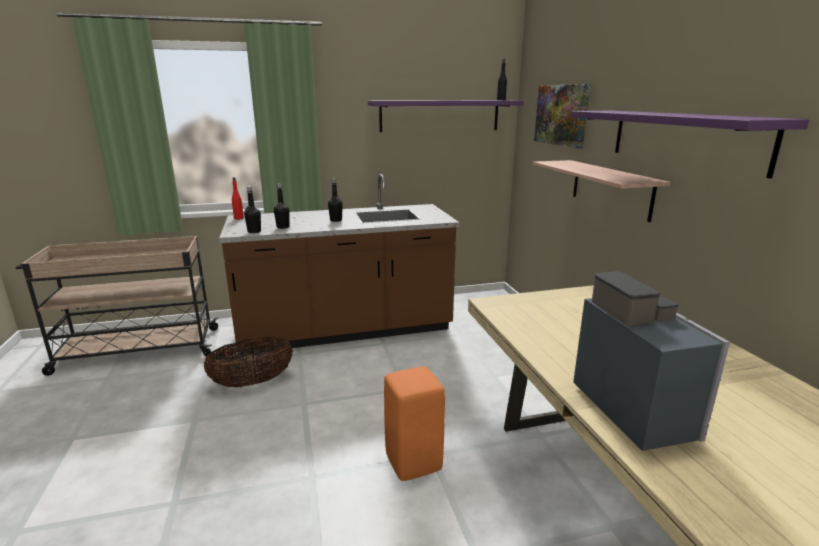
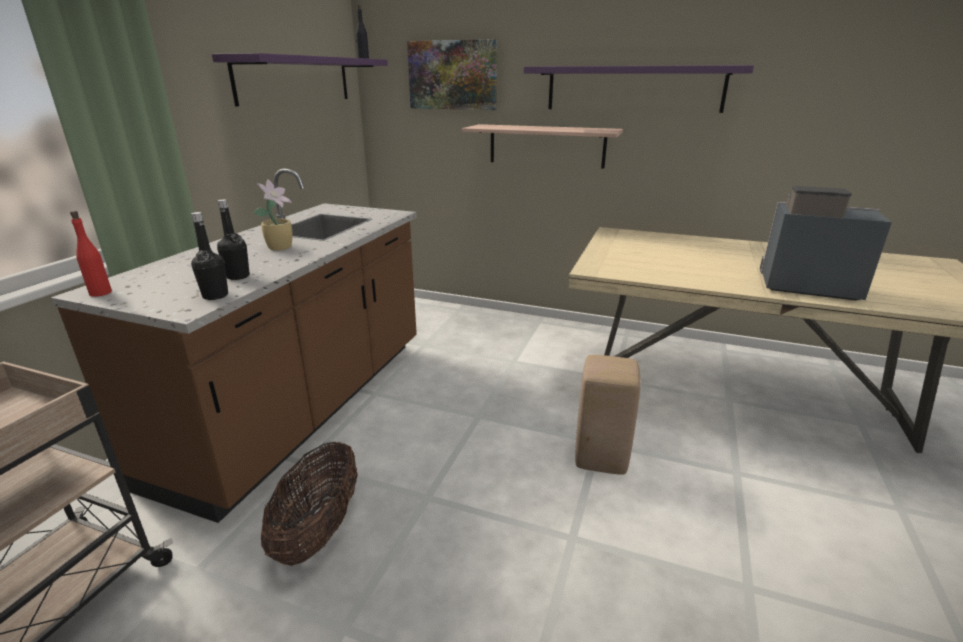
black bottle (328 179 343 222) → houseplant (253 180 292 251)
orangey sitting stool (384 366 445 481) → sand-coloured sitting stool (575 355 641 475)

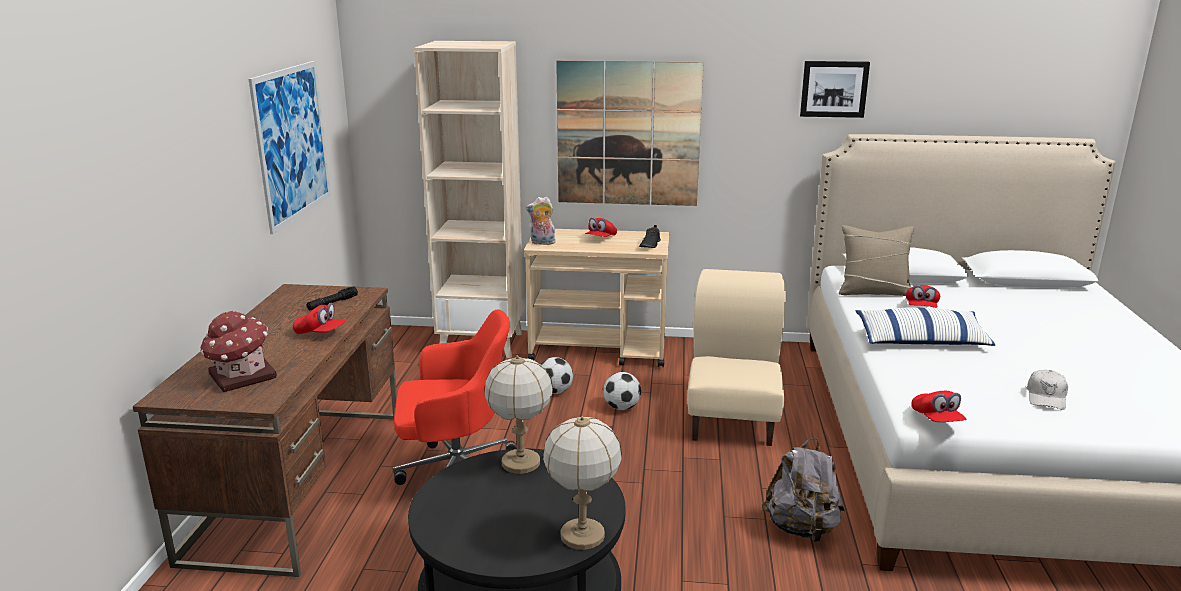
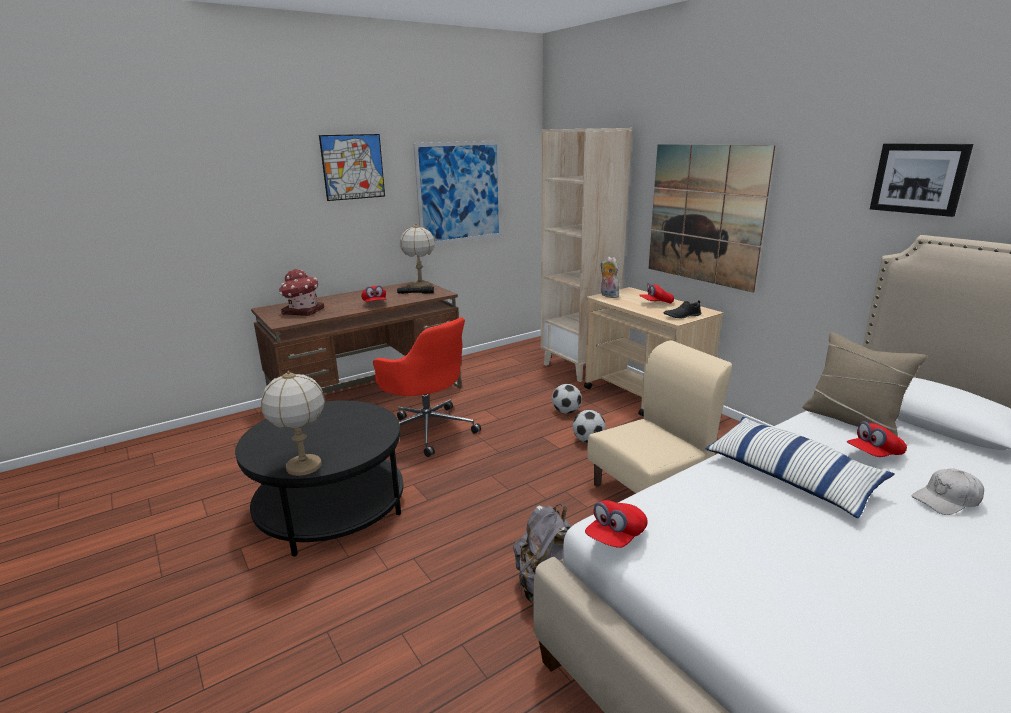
tabletop lamp (484 355 553 474) → tabletop lamp (400 224 435 288), moved
white-coloured baseball cap (1026 370 1068 410) → white-coloured baseball cap (912 469 984 515), moved
- → picture (319 134 385 201)

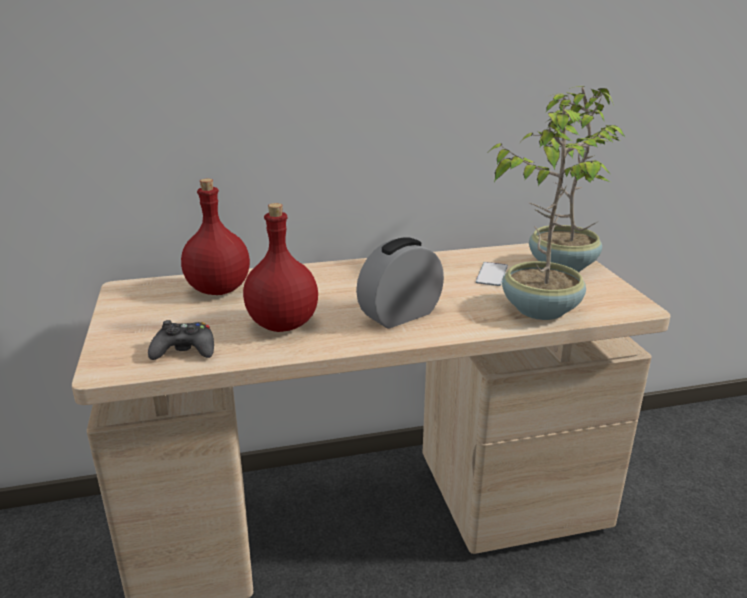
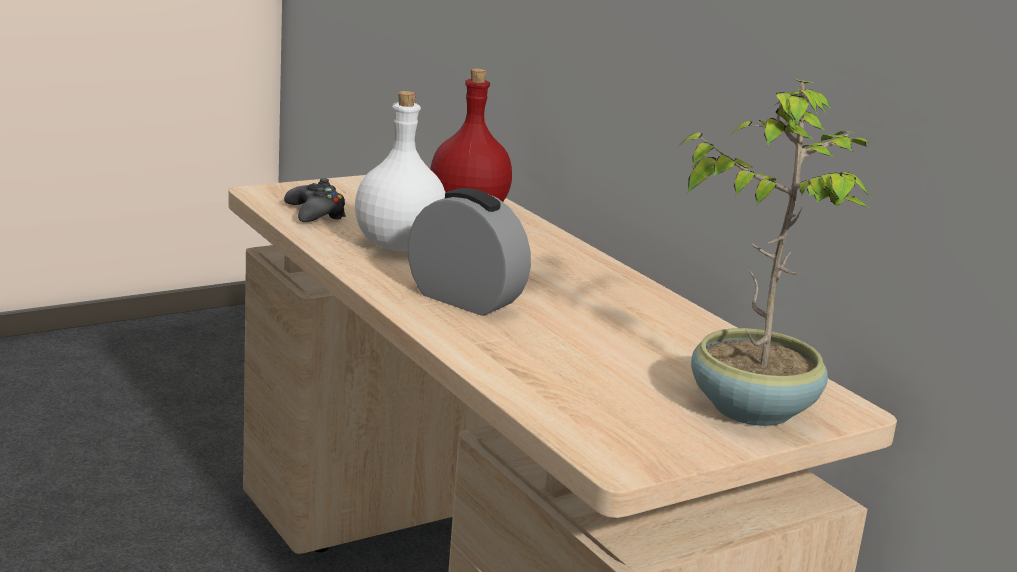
houseplant (490 104 612 320) → -
red bottle (243 203 318 332) → white-coloured bottle (355 91 445 251)
handset (476 262 508 286) → -

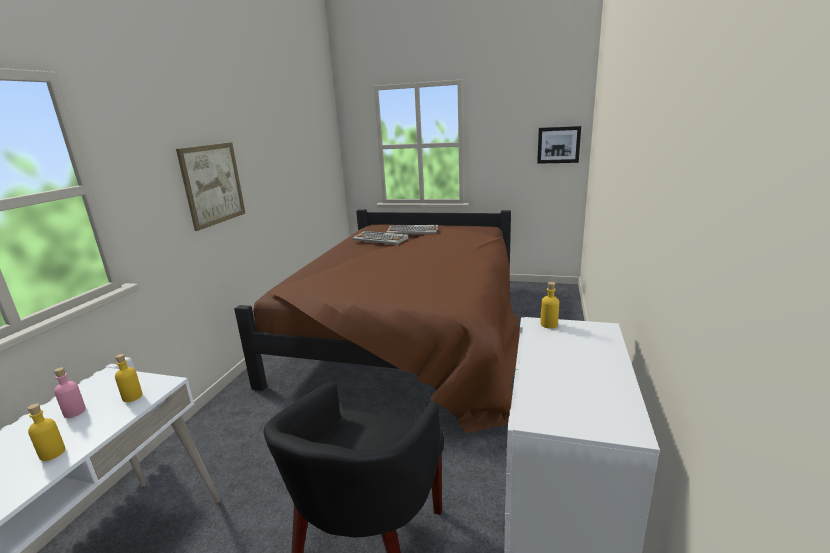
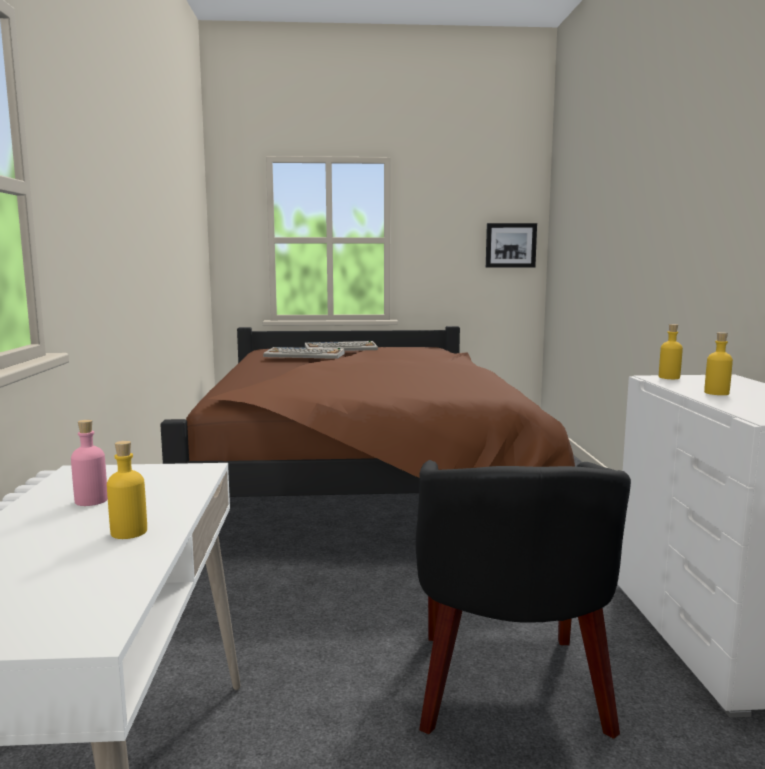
picture (176 142 245 231) → -
yellow-coloured bottle (115 354 143 402) → yellow-coloured bottle (704 332 733 395), moved

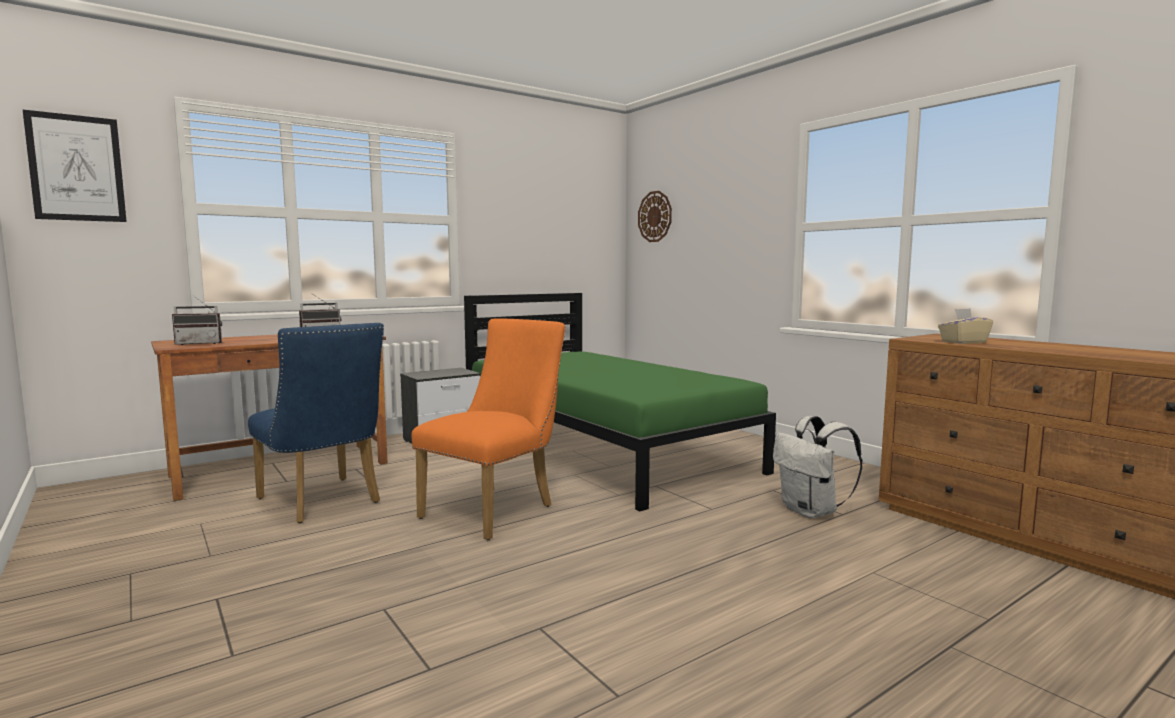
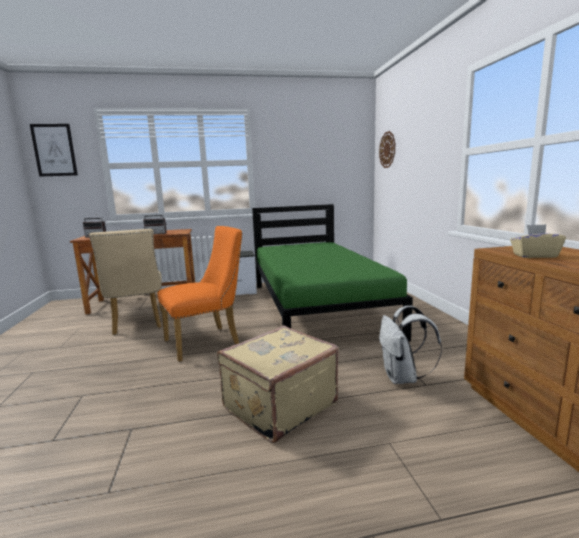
blue-coloured chair (248 323 384 523) → sand-coloured chair (89 229 162 335)
- → sand-coloured piece of luggage (217 326 339 443)

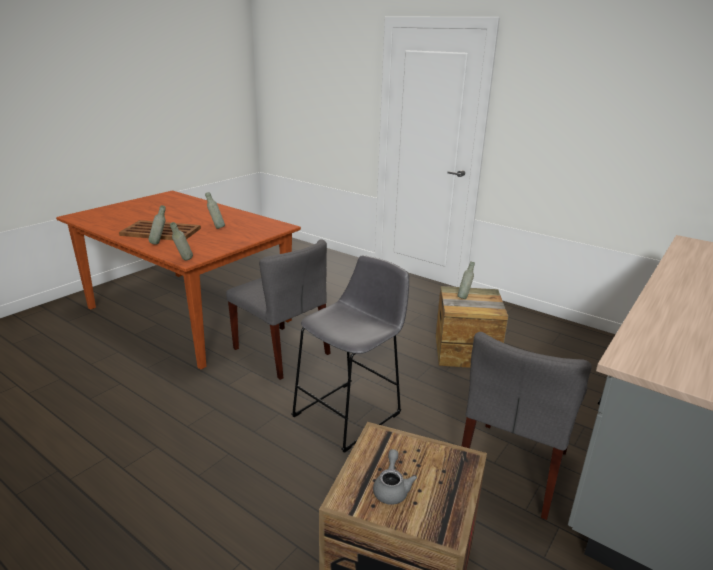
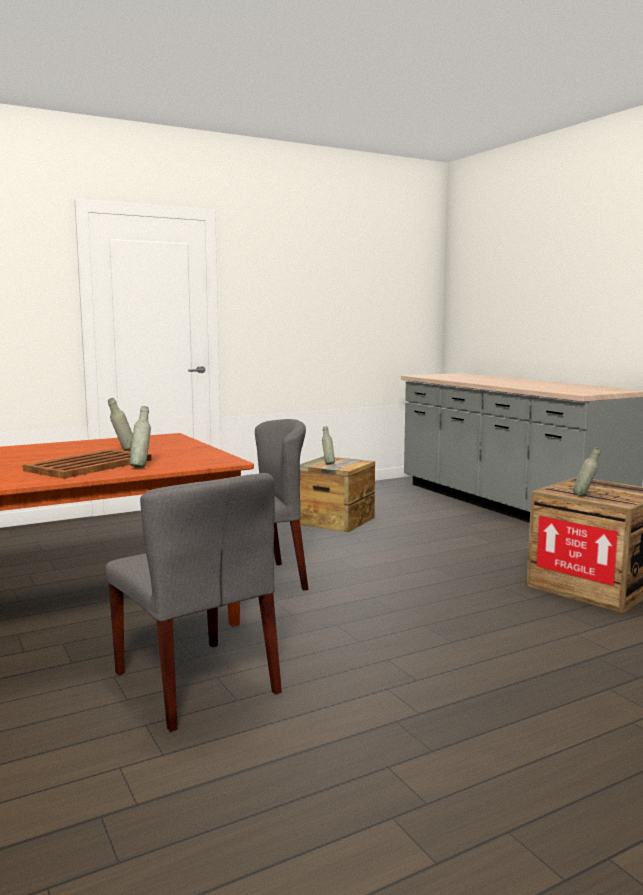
gray bottle (170 222 193 260) → gray bottle (573 447 601 496), moved
gray sitting stool (291 255 409 453) → -
gray chair (462 332 592 520) → gray chair (105 473 282 732), moved
gray tea pot (373 449 417 505) → -

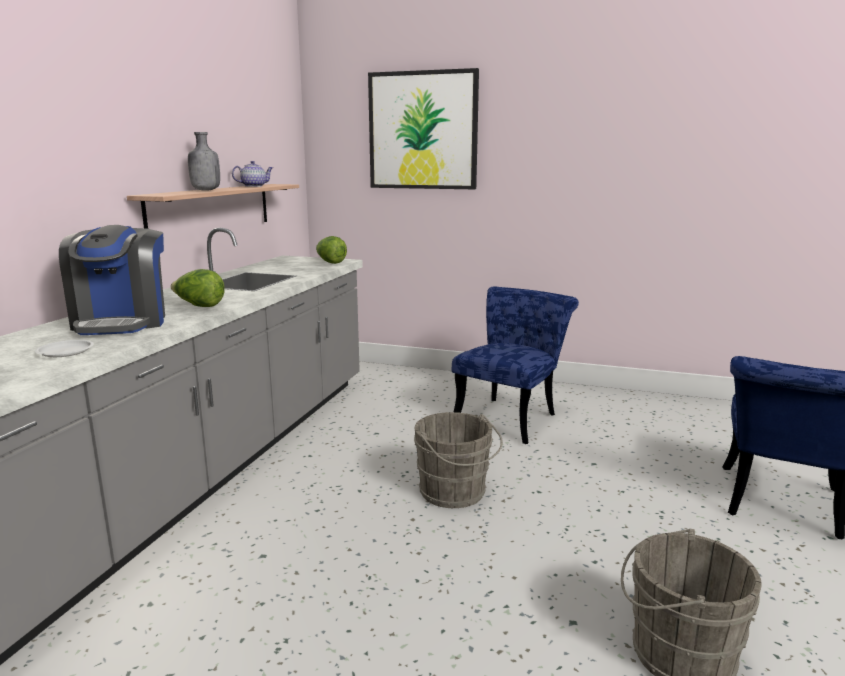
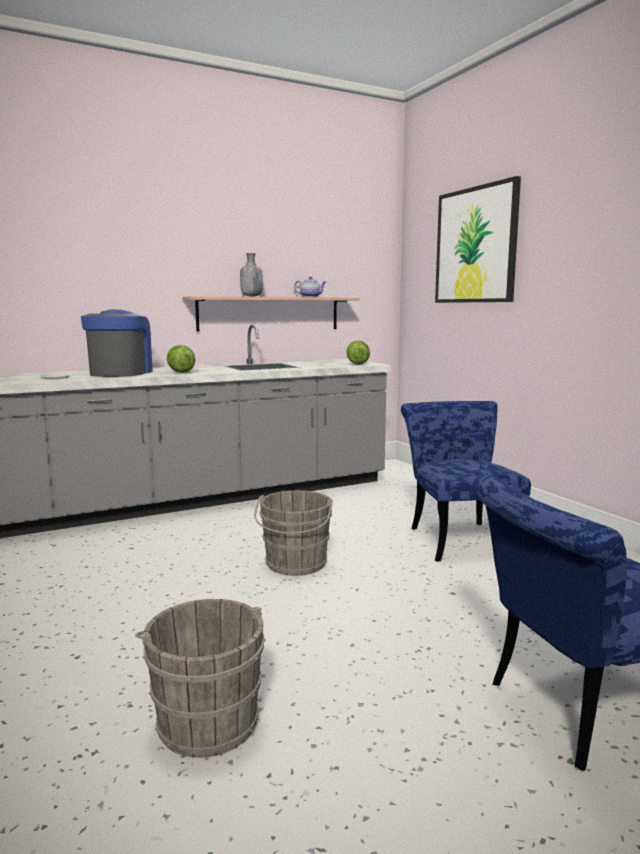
coffee maker (59 225 165 335) → coffee maker (81 309 153 377), 150 degrees clockwise
blue-coloured chair (451 286 579 444) → blue-coloured chair (401 401 531 562), 90 degrees counterclockwise

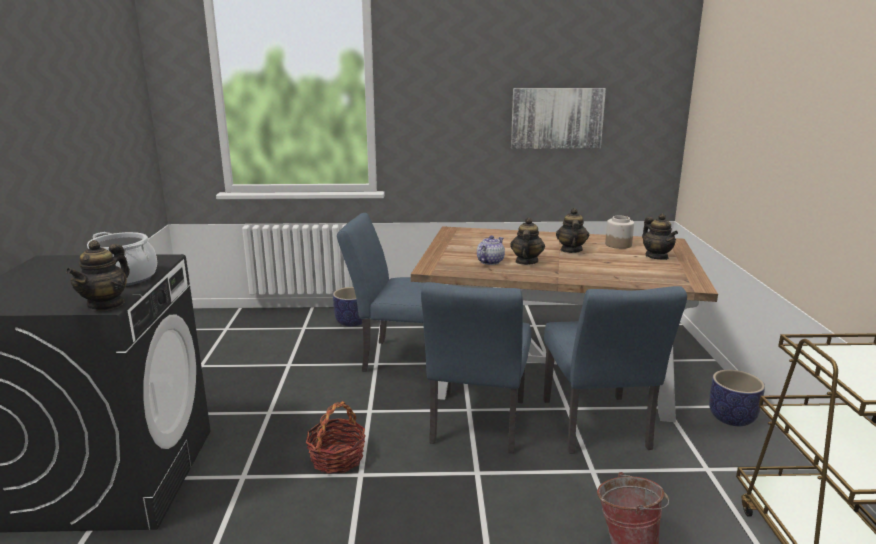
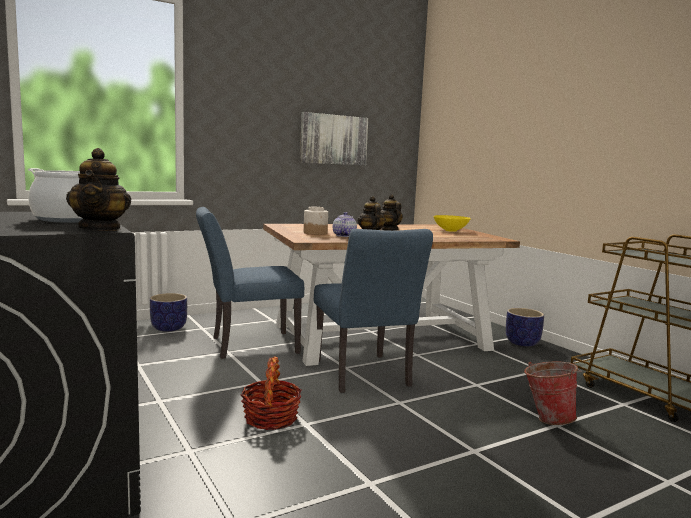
tea pot (642 214 678 260) → yellow-coloured deep dish (433 215 471 232)
storage jar (605 216 634 249) → storage jar (304 207 328 235), moved
blue-coloured chair (543 286 687 454) → -

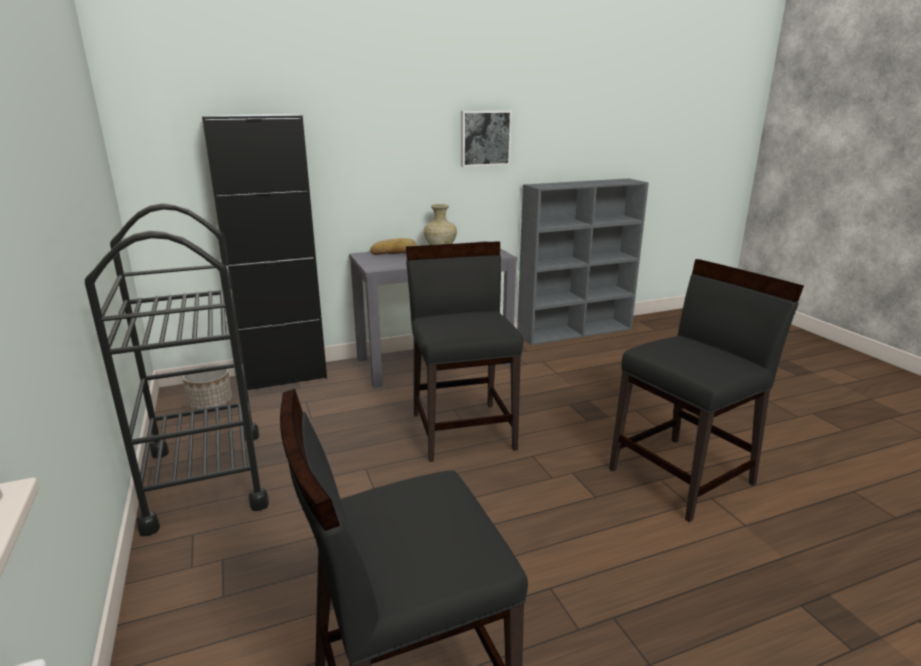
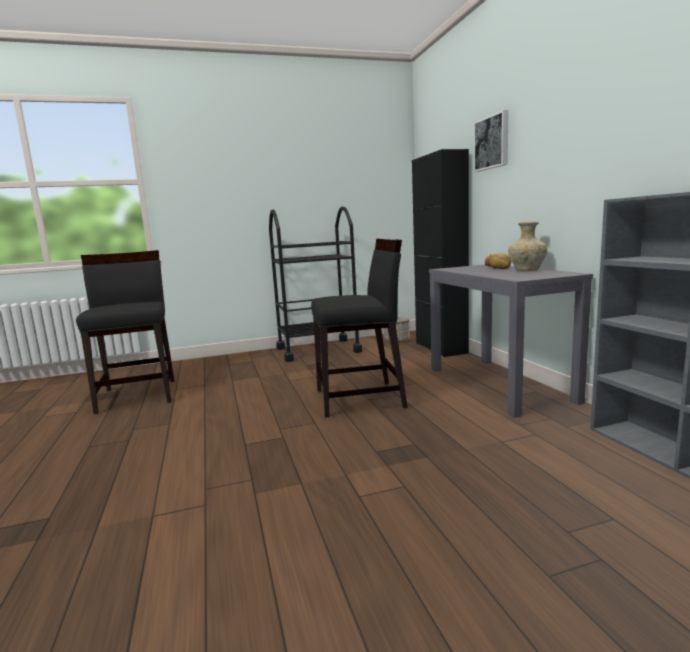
picture (461 110 512 167) → picture (474 110 509 172), moved
black chair (609 259 804 522) → -

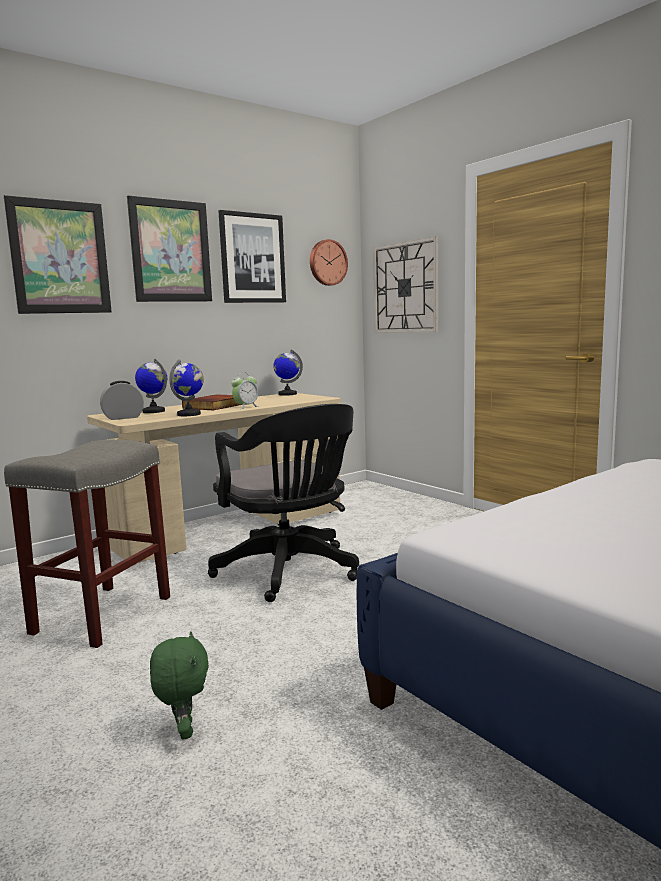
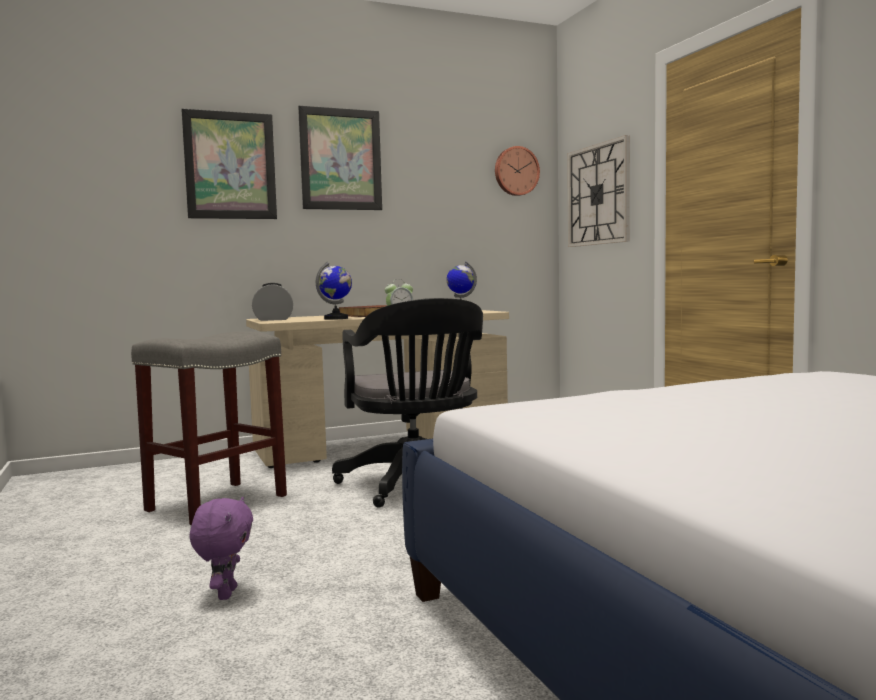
picture (218 210 286 303) → -
globe (135 359 167 413) → -
green soft toy (150 631 209 740) → purple soft toy (190 497 253 600)

